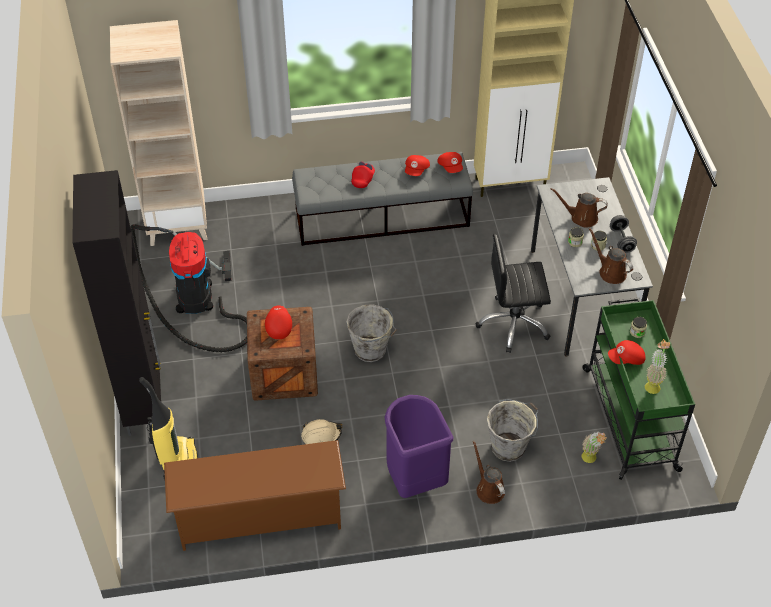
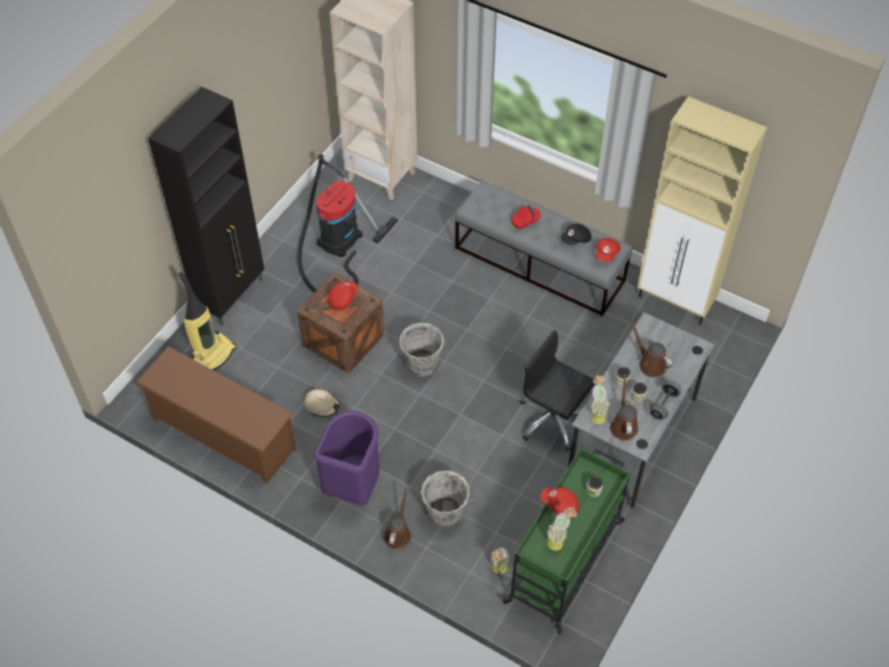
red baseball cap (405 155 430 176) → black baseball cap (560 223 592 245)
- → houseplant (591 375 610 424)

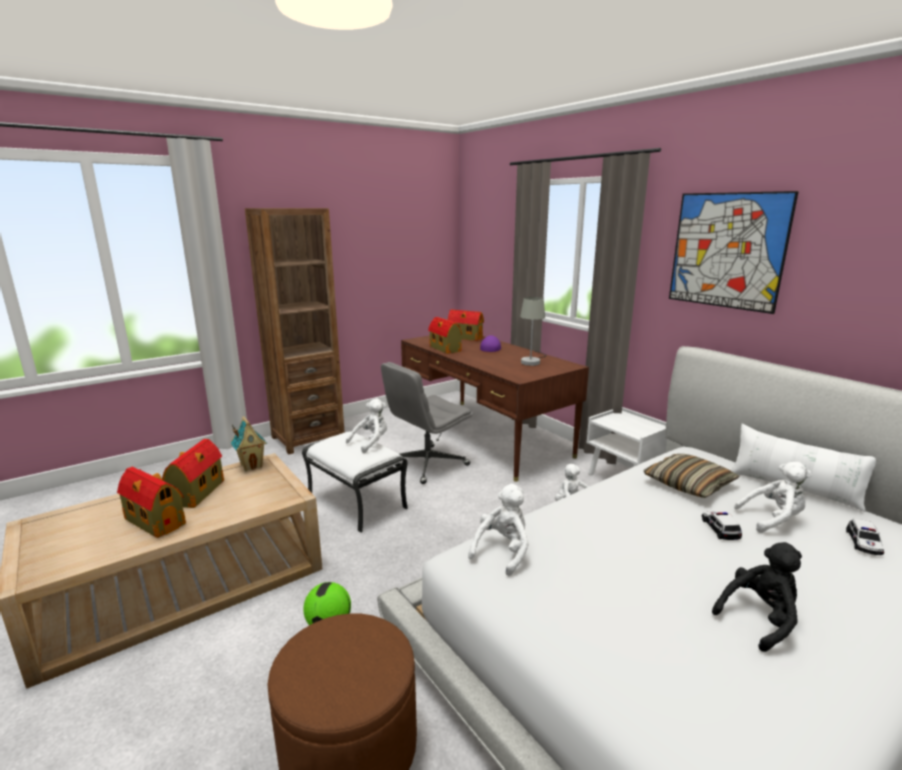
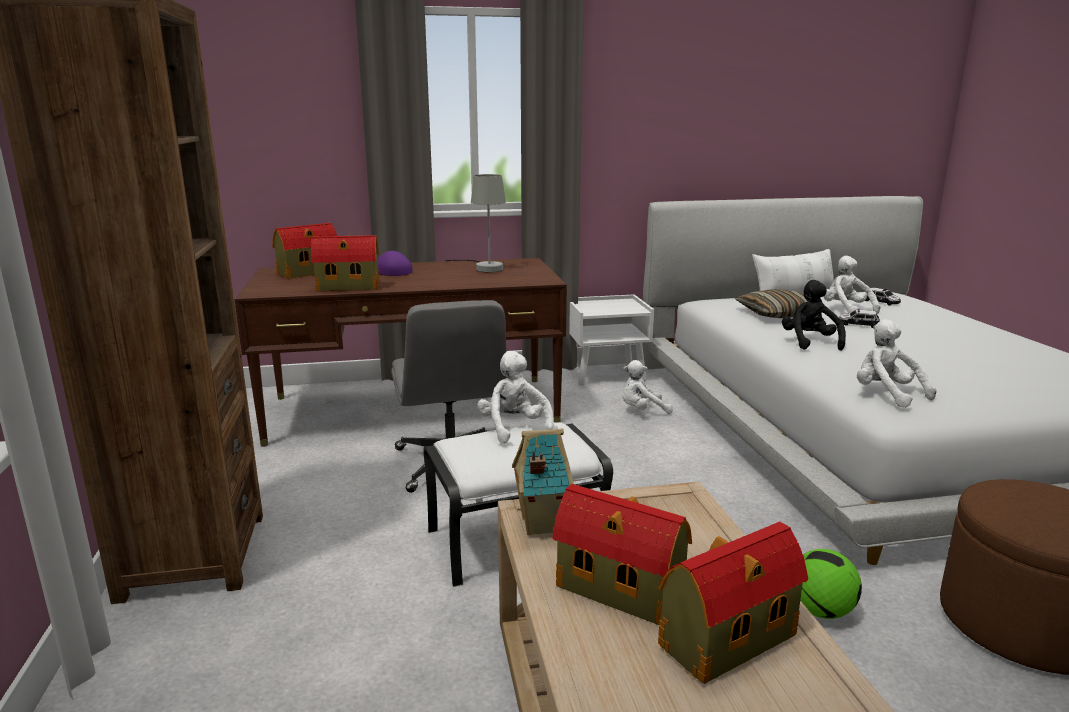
picture (669 191 799 314) → -
white-coloured soft toy (734 462 812 533) → white-coloured soft toy (823 256 880 314), 45 degrees counterclockwise
black soft toy (712 542 802 652) → black soft toy (782 280 846 351), moved

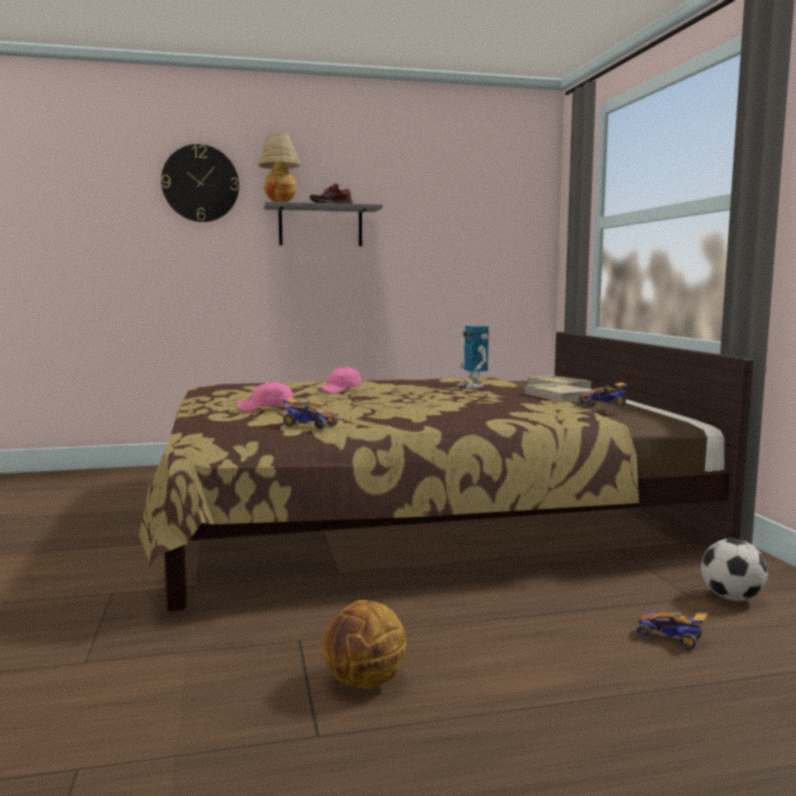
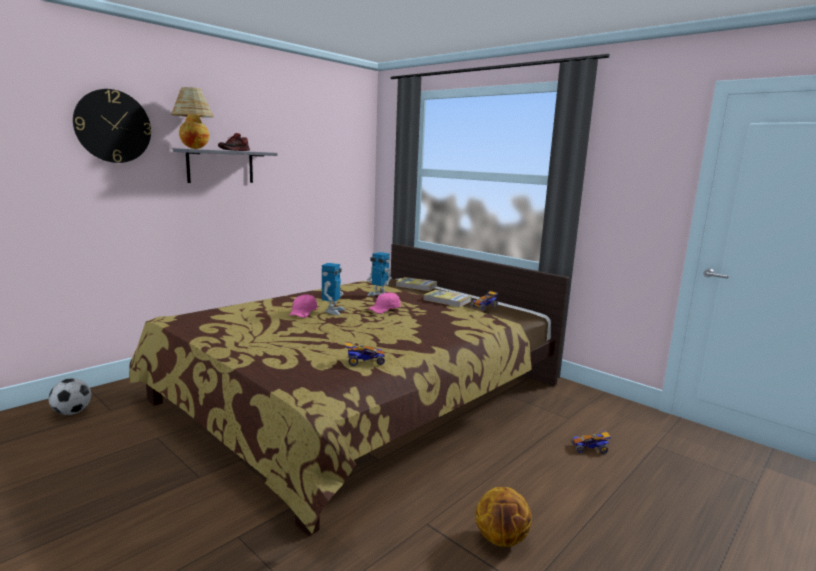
pink-coloured baseball cap (237 381 293 411) → pink-coloured baseball cap (368 292 401 314), moved
football (701 539 768 601) → football (49 378 91 415), moved
- → robot figure (322 263 346 315)

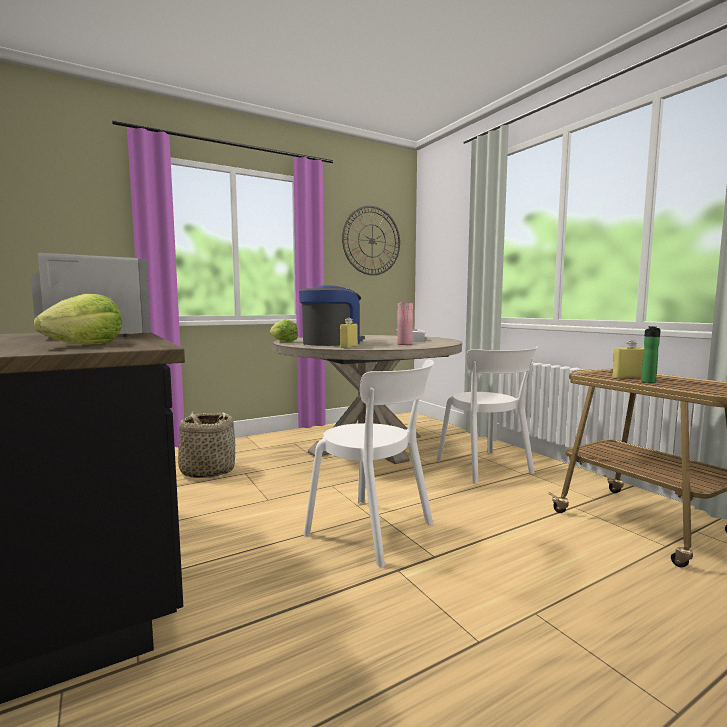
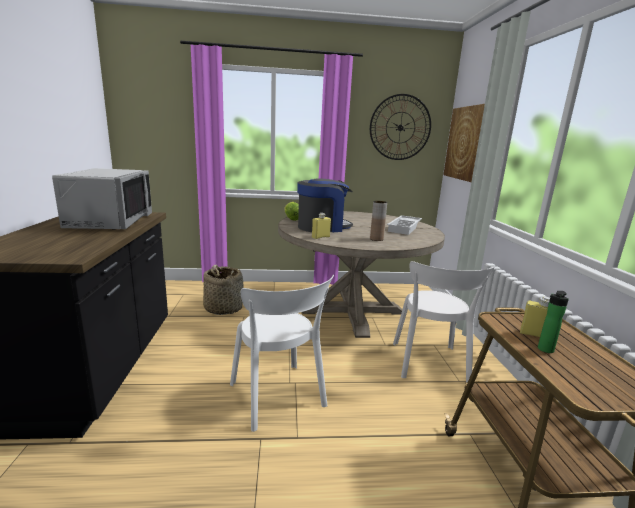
lettuce (34 294 122 345) → -
pink-coloured decorative vase (397 302 413 345) → brown decorative vase (370 201 387 241)
- → picture (444 104 485 182)

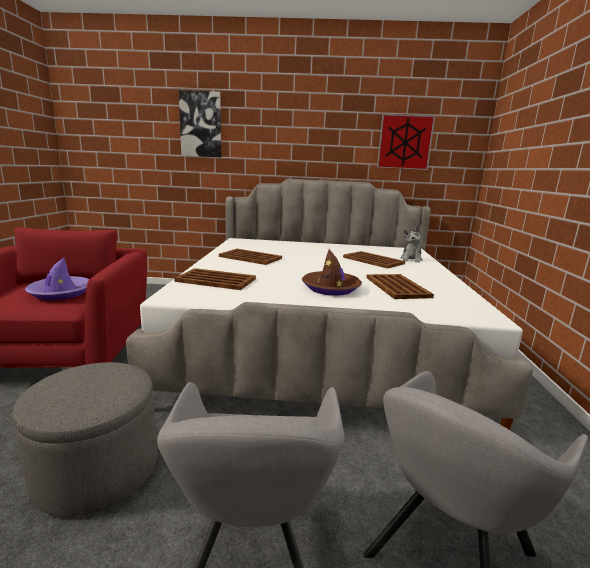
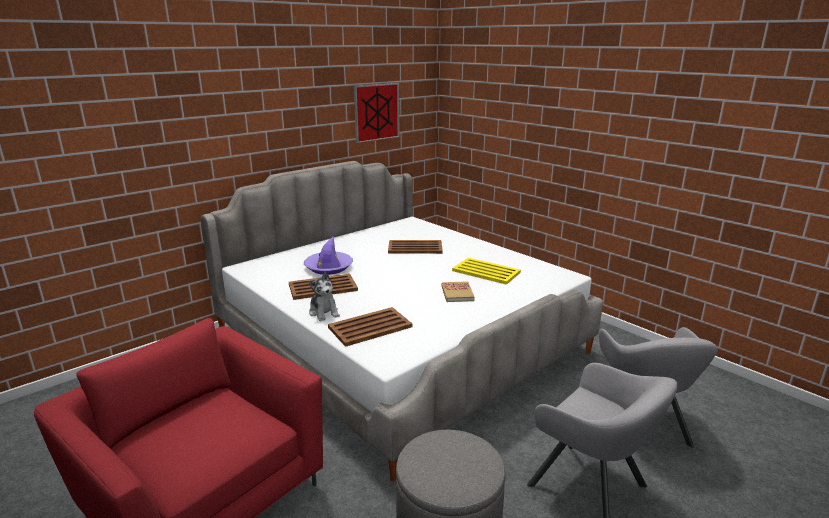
picture (179 90 221 157) → -
soft toy (400 226 423 262) → soft toy (309 271 340 321), moved
brown clothing hat (302 249 362 296) → book (442 281 475 302)
purple clothing hat (25 258 89 300) → purple clothing hat (304 236 353 275), moved
brown tray (366 274 434 299) → yellow-coloured tray (452 258 521 285)

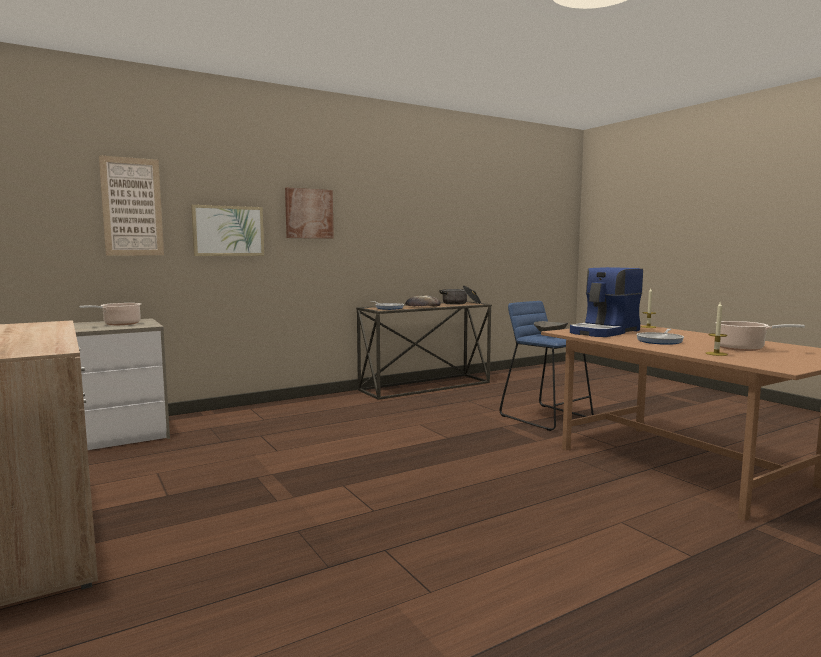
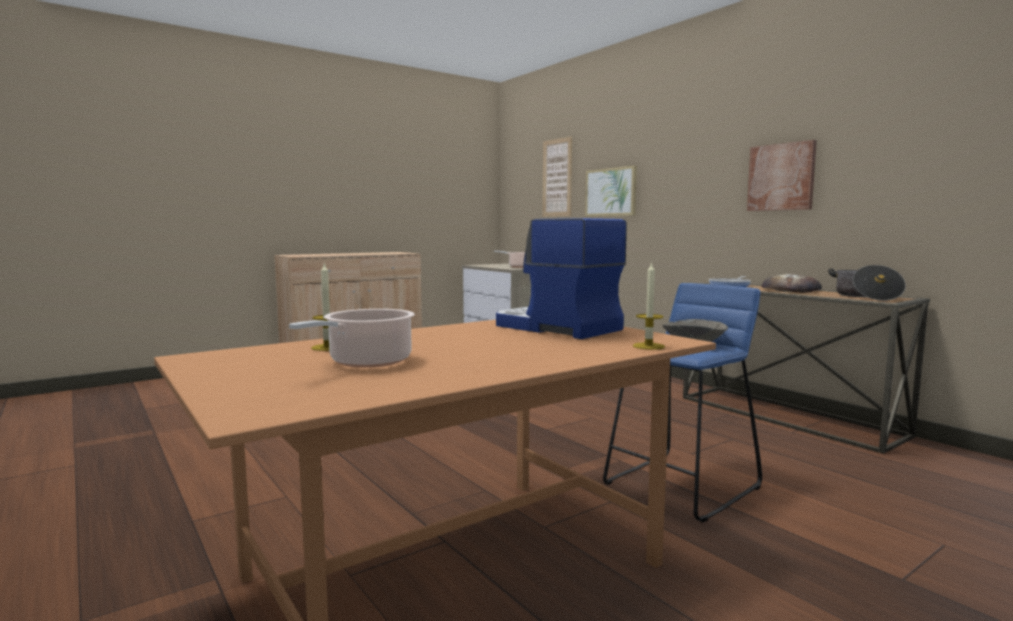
picture (285 188 334 239) → picture (747 140 817 211), moved
frying pan (636 329 684 345) → -

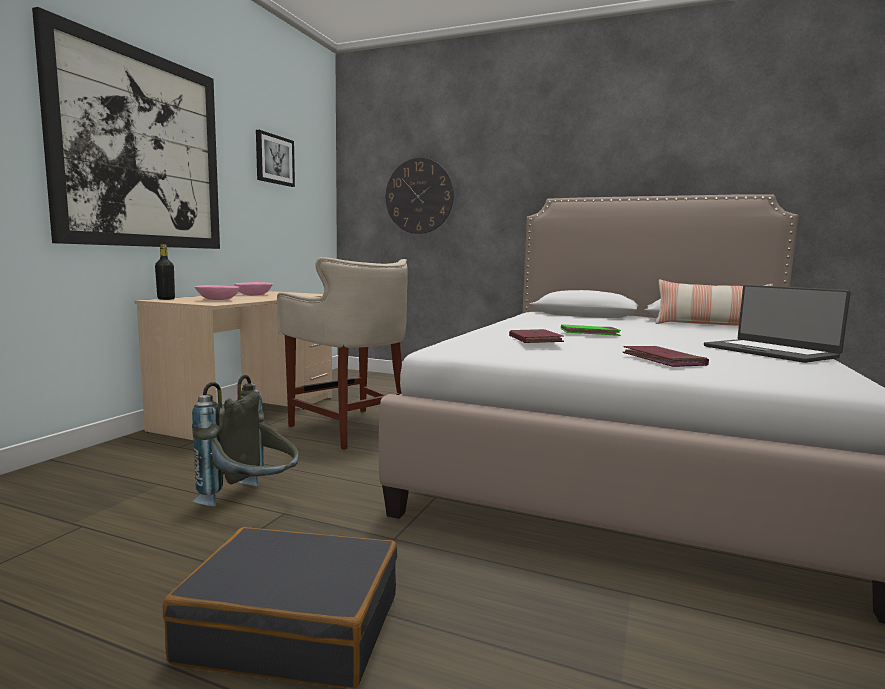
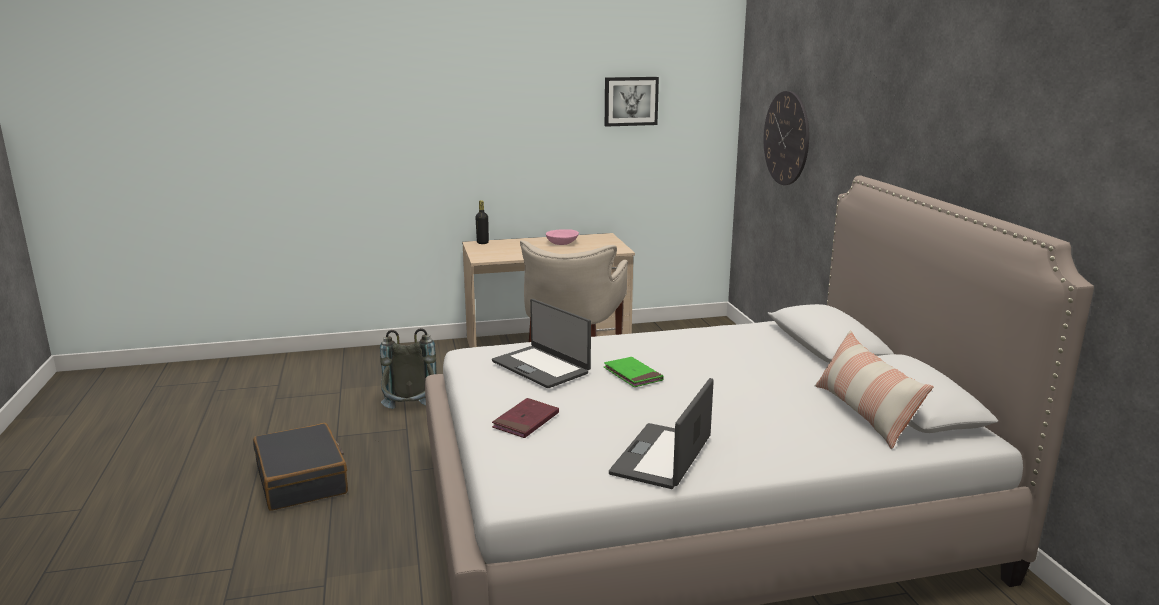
picture (32 7 220 249) → -
pink-coloured deep dish (195 285 239 300) → -
red book (509 329 564 343) → notebook computer (492 299 591 388)

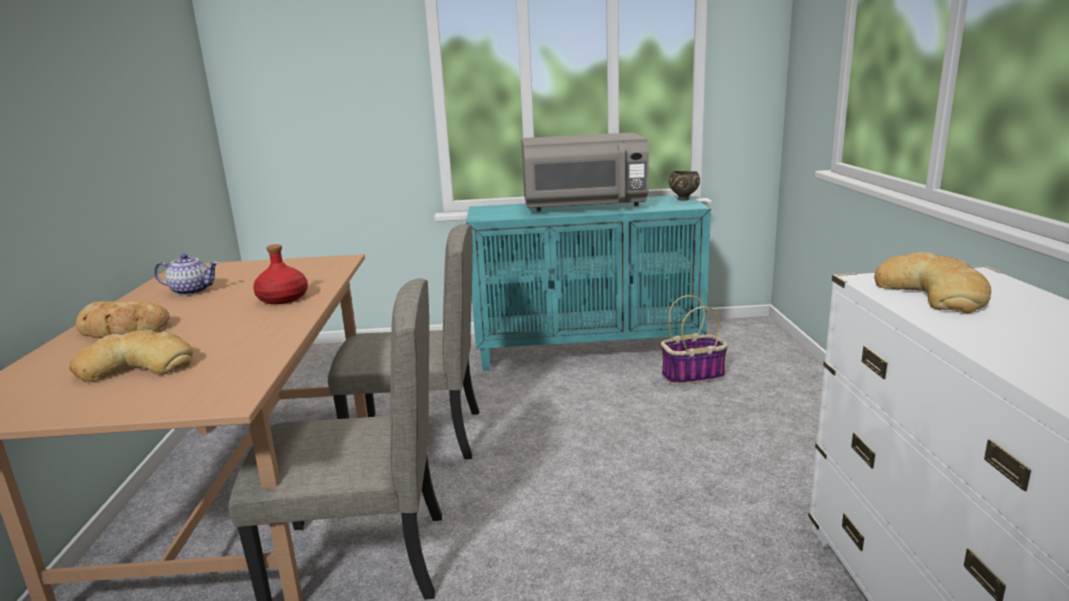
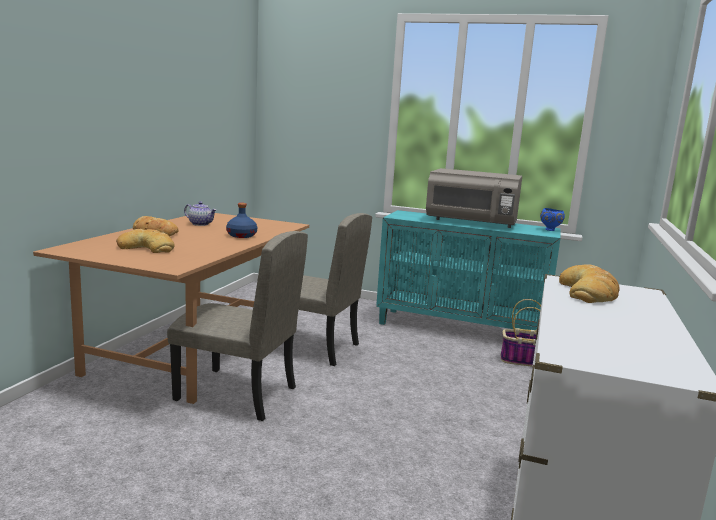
brown deep dish (669 171 700 201) → blue-coloured deep dish (540 208 565 231)
red bottle (253 244 308 304) → blue-coloured bottle (226 203 257 238)

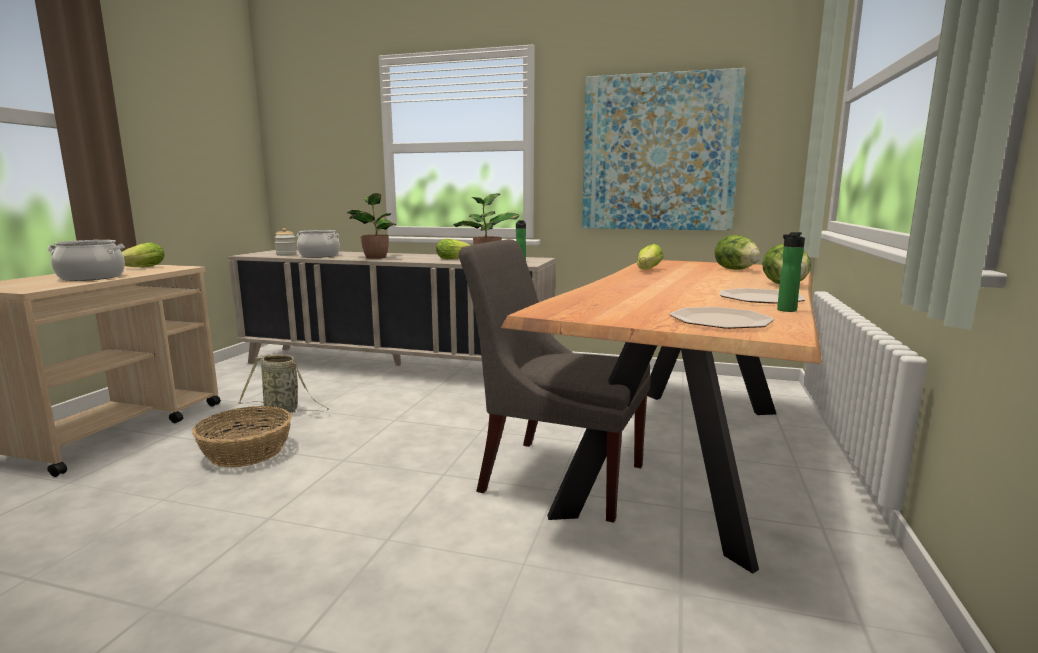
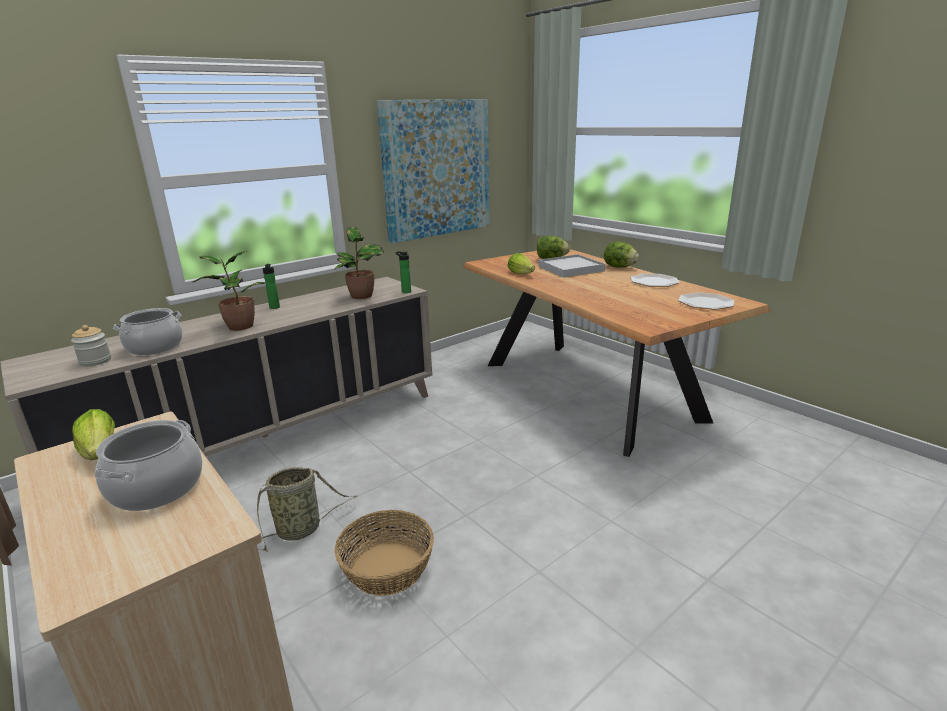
bottle (777 232 805 312) → bottle (263 264 280 309), moved
lettuce (436 239 470 260) → -
gray chair (459 239 651 523) → -
- → white-coloured tray (538 254 605 278)

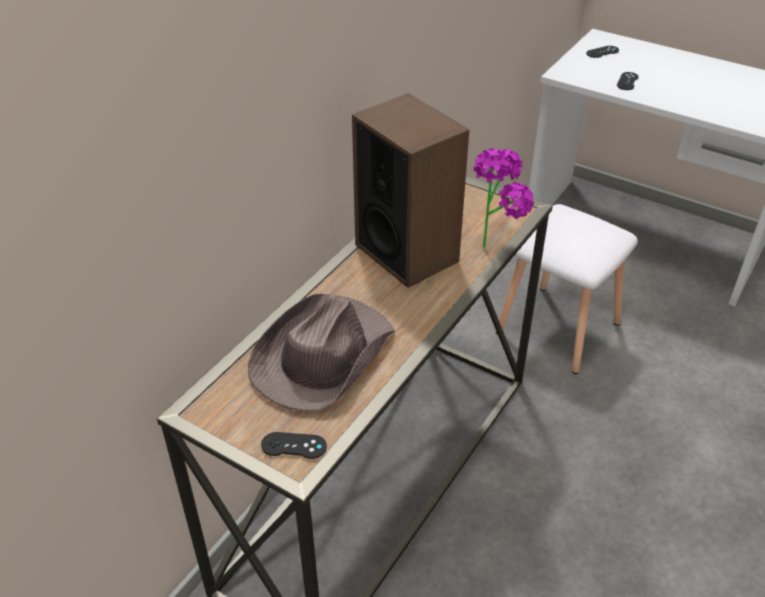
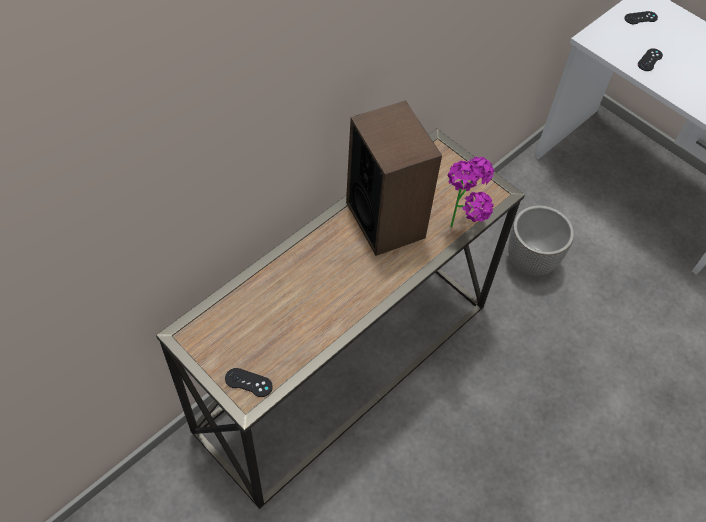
white-coloured sitting stool (496 204 638 374) → plant pot (508 205 574 276)
brown clothing hat (248 294 395 411) → -

